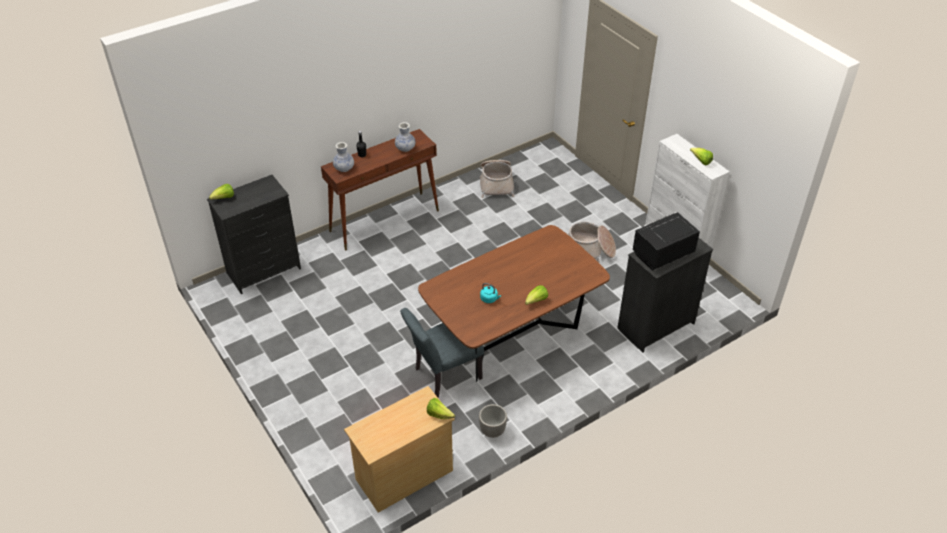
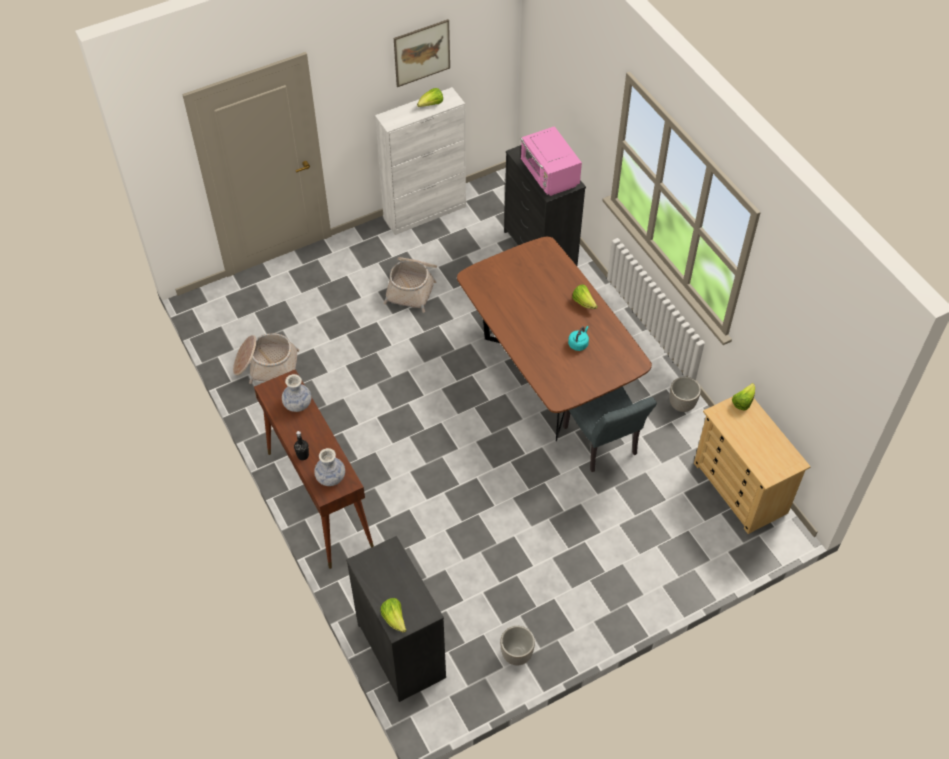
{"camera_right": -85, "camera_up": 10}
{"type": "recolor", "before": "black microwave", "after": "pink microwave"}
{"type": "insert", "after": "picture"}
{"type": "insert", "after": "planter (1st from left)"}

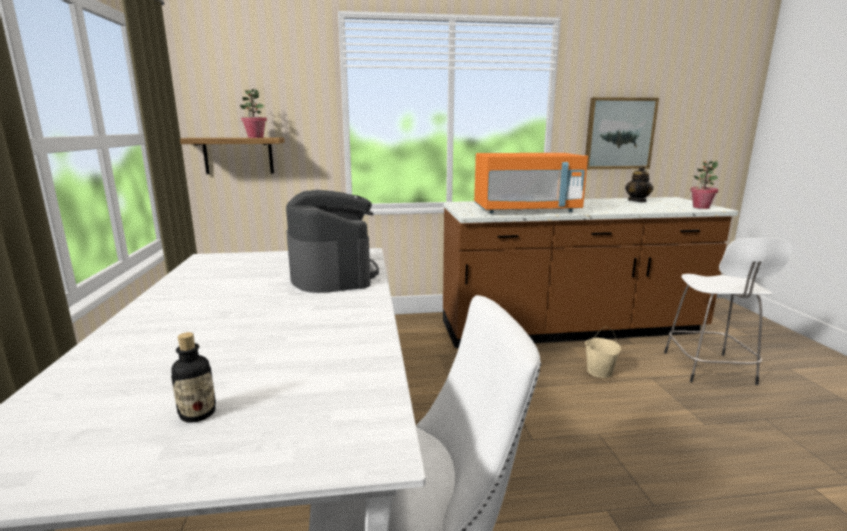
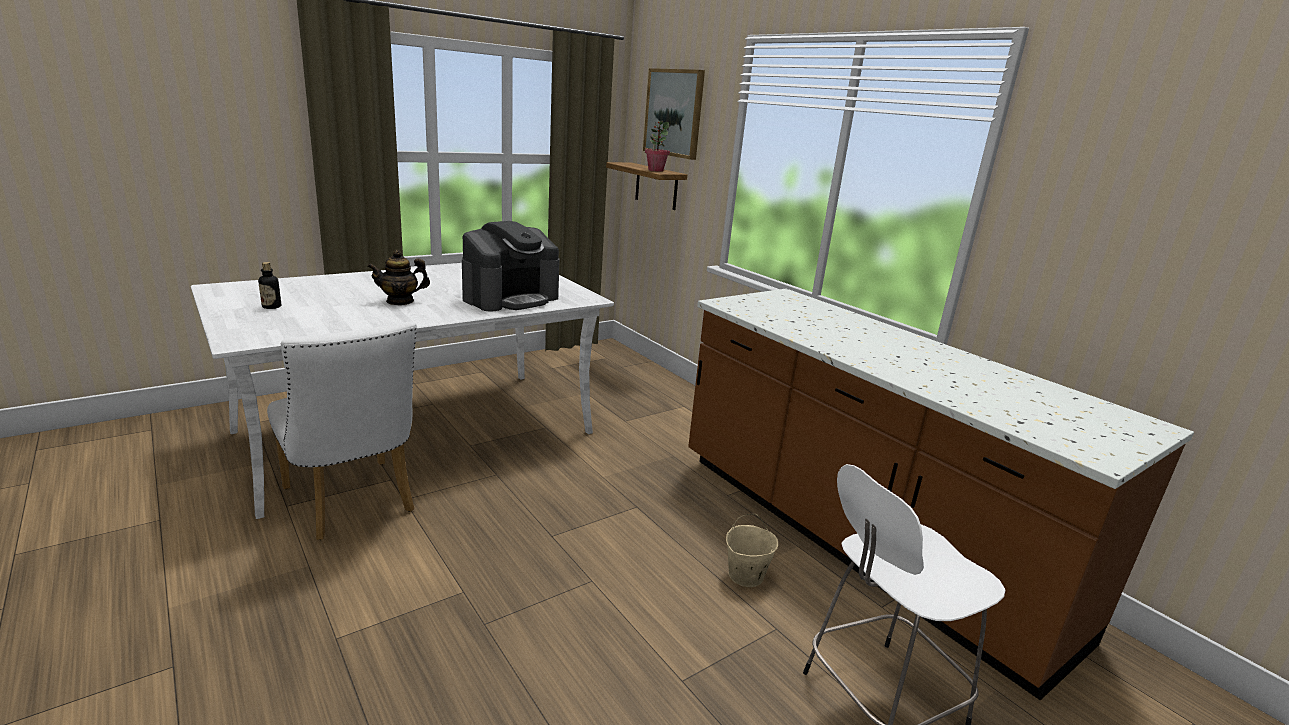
{"camera_right": 60, "camera_up": 5}
{"type": "delete", "before": "orange microwave"}
{"type": "move", "before": "picture"}
{"type": "move", "before": "teapot"}
{"type": "delete", "before": "potted plant (2nd from left)"}

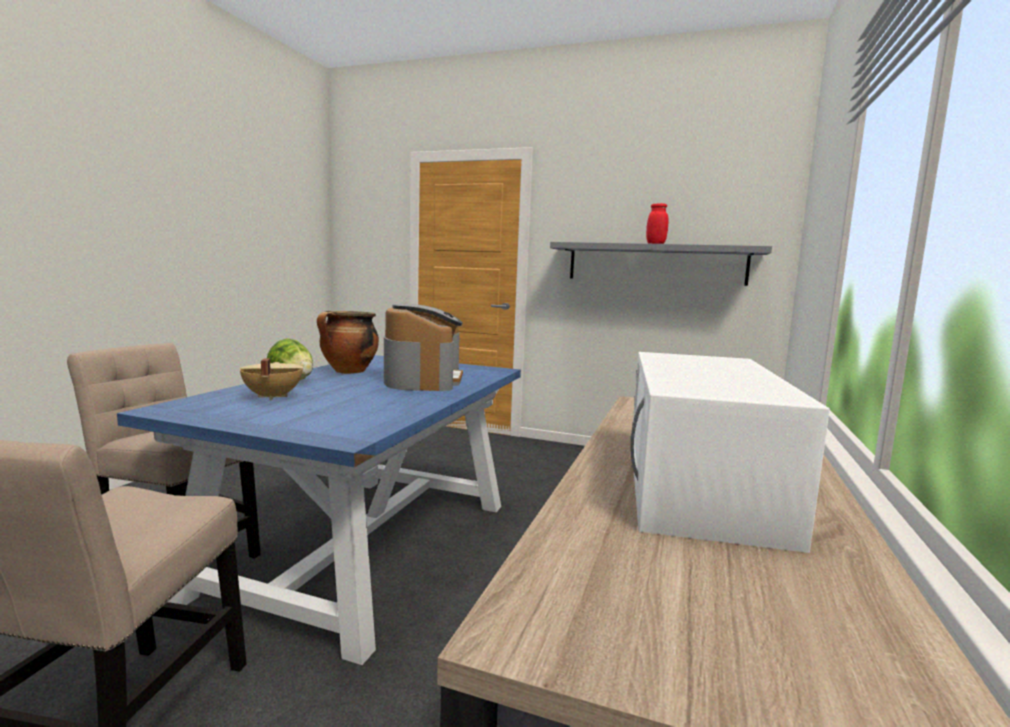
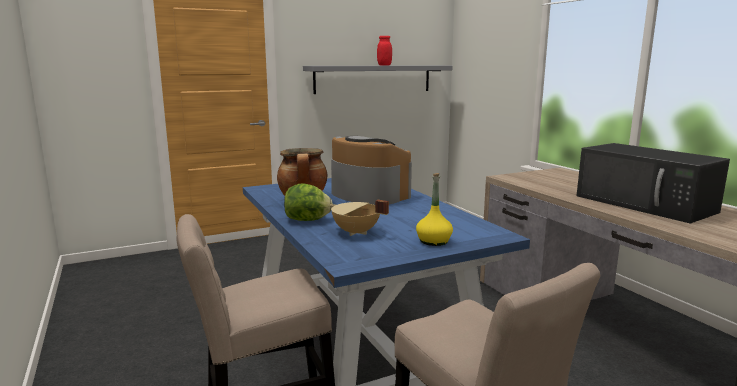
{"camera_right": -45, "camera_up": 5}
{"type": "recolor", "before": "white microwave", "after": "black microwave"}
{"type": "insert", "after": "yellow bottle"}

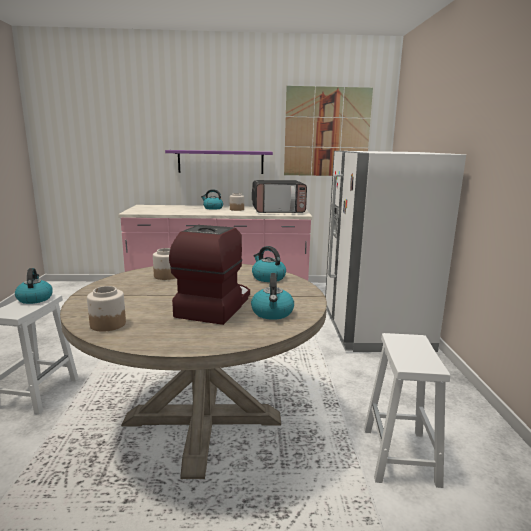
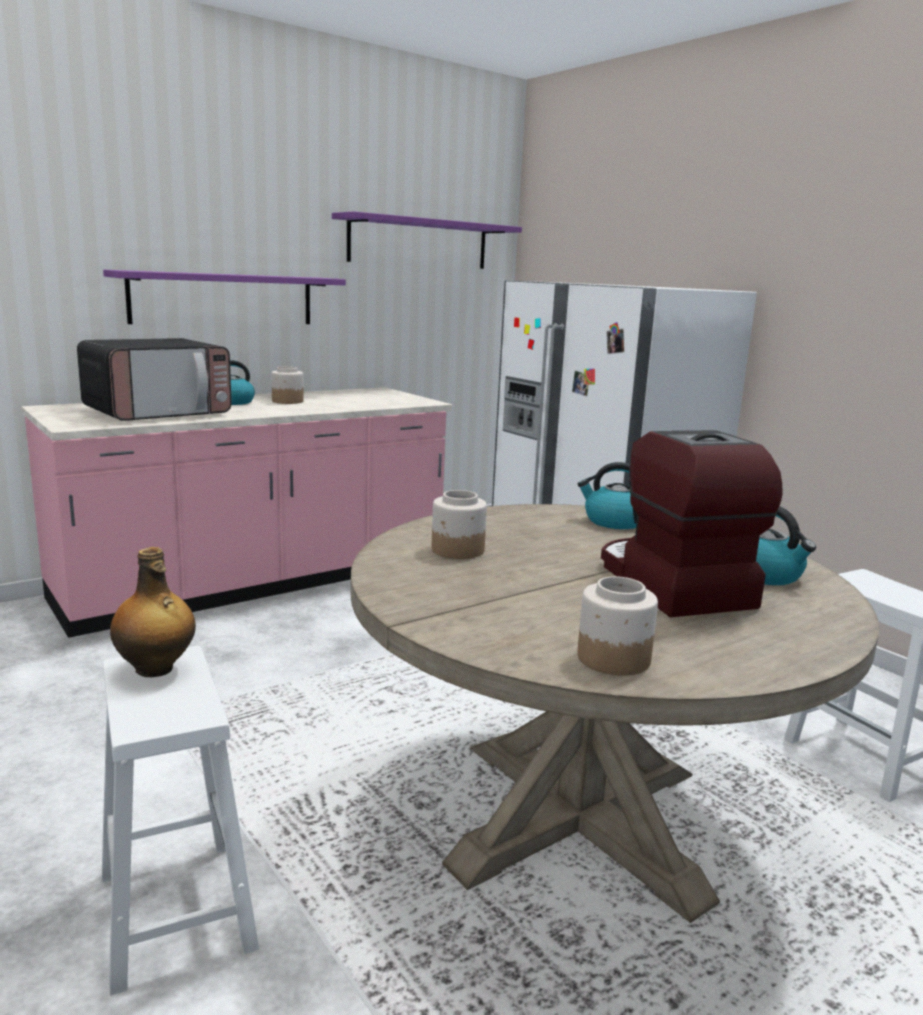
{"camera_right": -35, "camera_up": 0}
{"type": "replace", "before": "kettle (1st from left)", "after": "bottle"}
{"type": "move", "before": "microwave"}
{"type": "replace", "before": "picture", "after": "purple shelf (2nd from left)"}

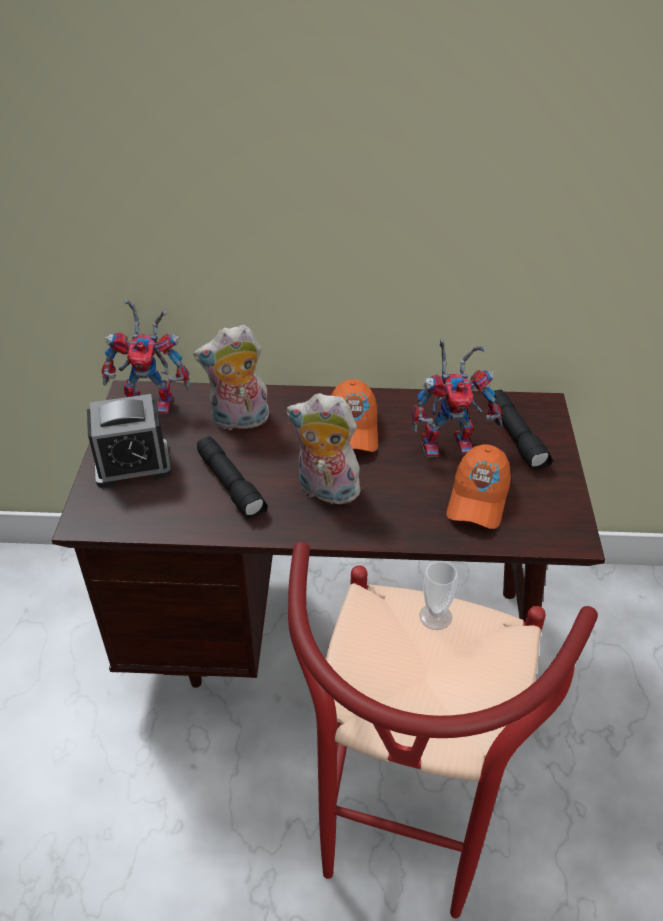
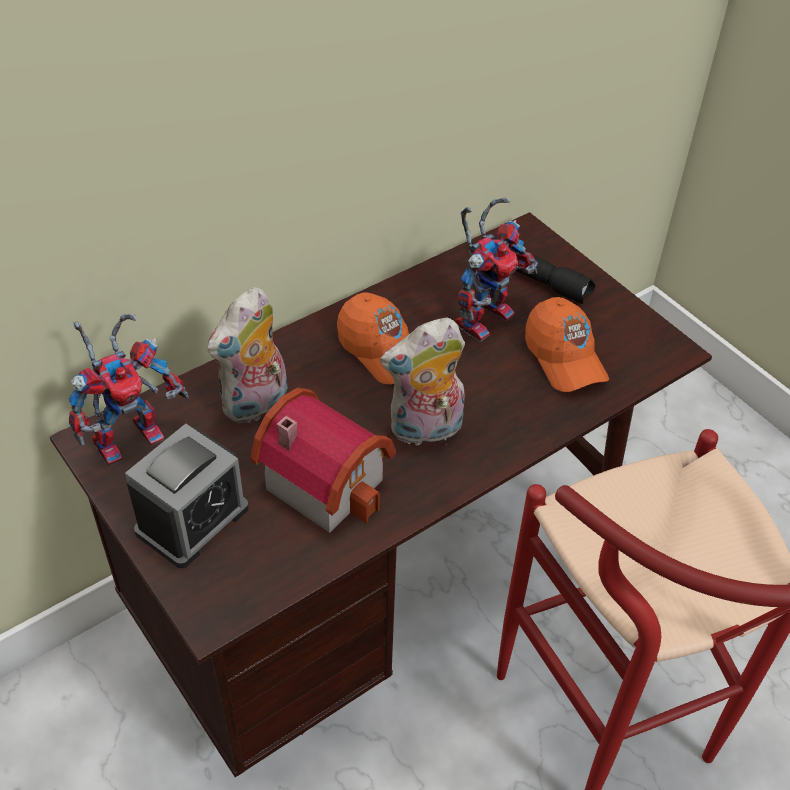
{"camera_right": -40, "camera_up": 5}
{"type": "replace", "before": "black flashlight (1st from left)", "after": "toy house"}
{"type": "delete", "before": "cup"}

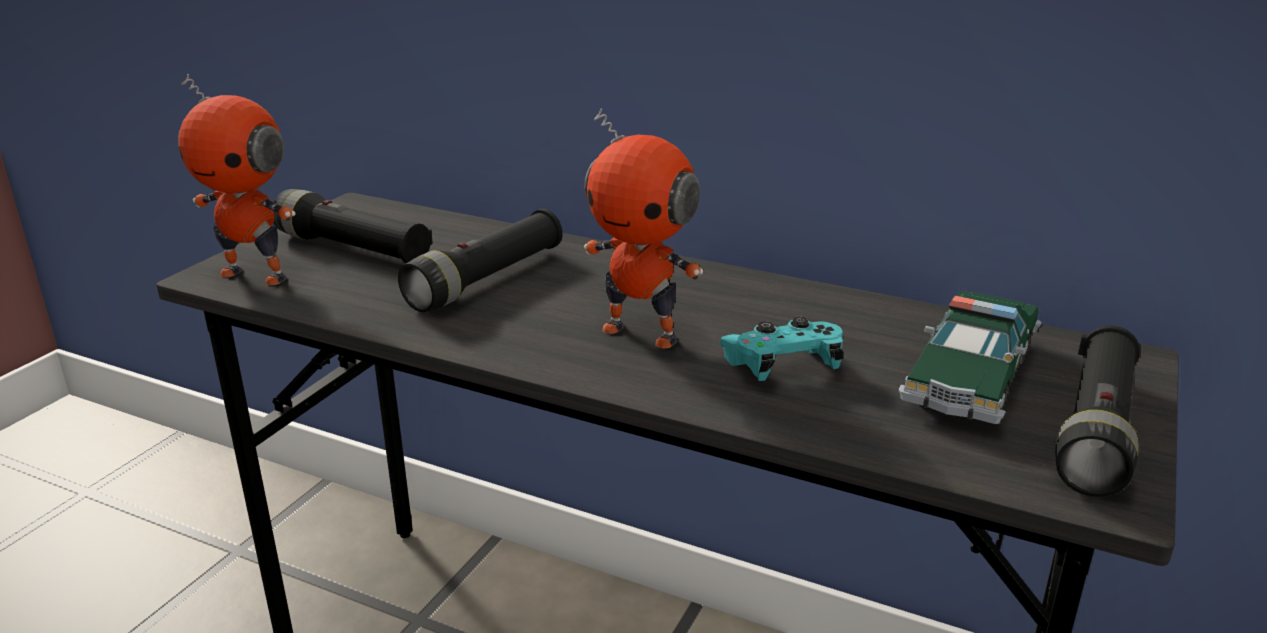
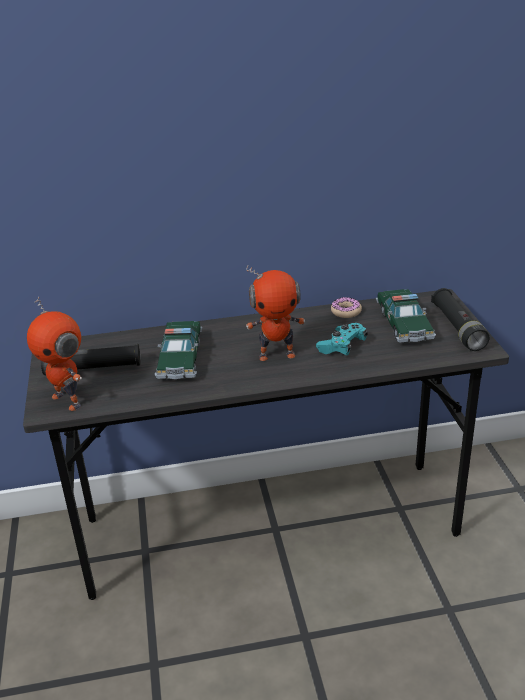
{"camera_right": -35, "camera_up": 5}
{"type": "rotate", "before": "toy robot (1st from left)", "turn": 60}
{"type": "replace", "before": "black flashlight (2nd from left)", "after": "toy car (1st from left)"}
{"type": "insert", "after": "donut"}

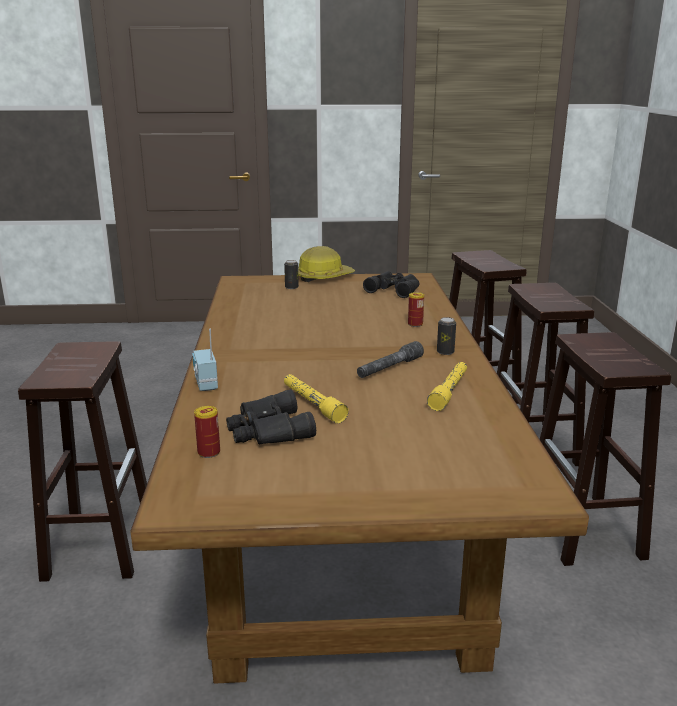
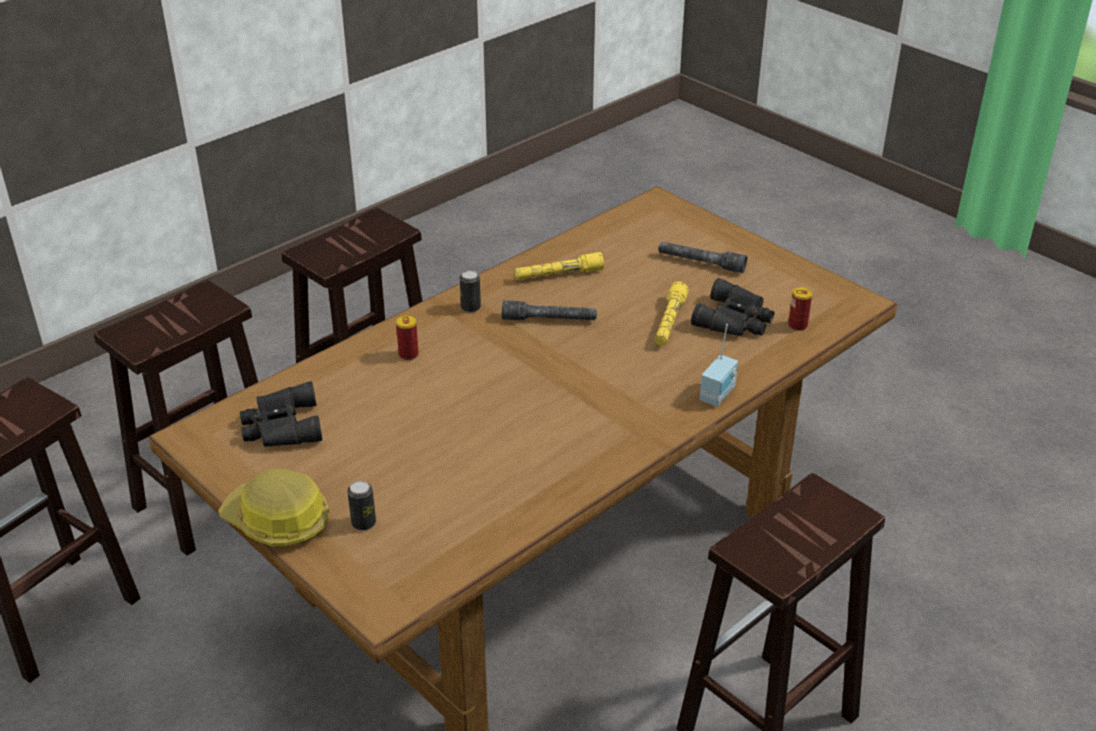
{"camera_right": -130, "camera_up": 15}
{"type": "insert", "after": "grey flashlight (2nd from left)"}

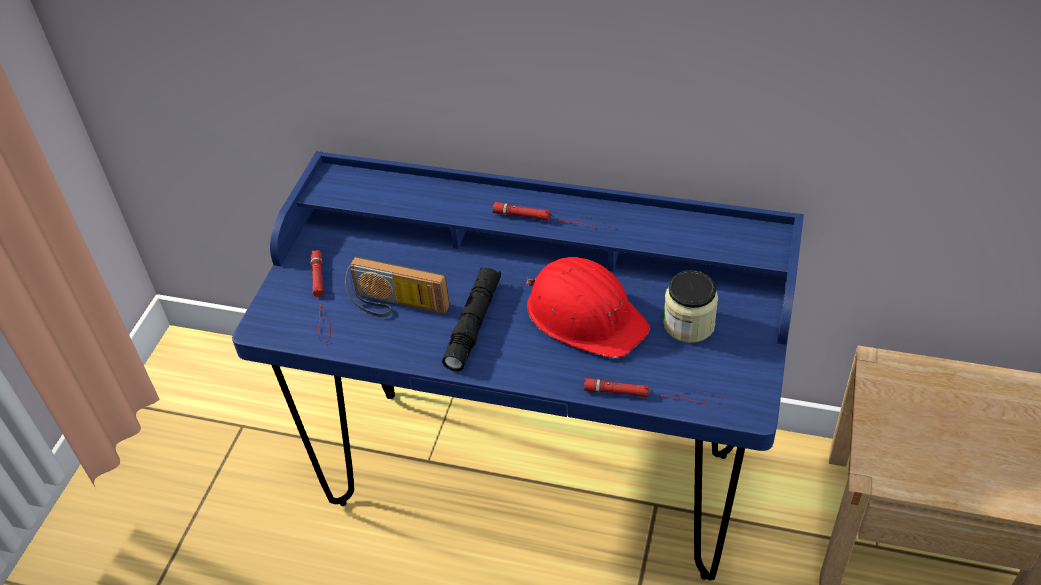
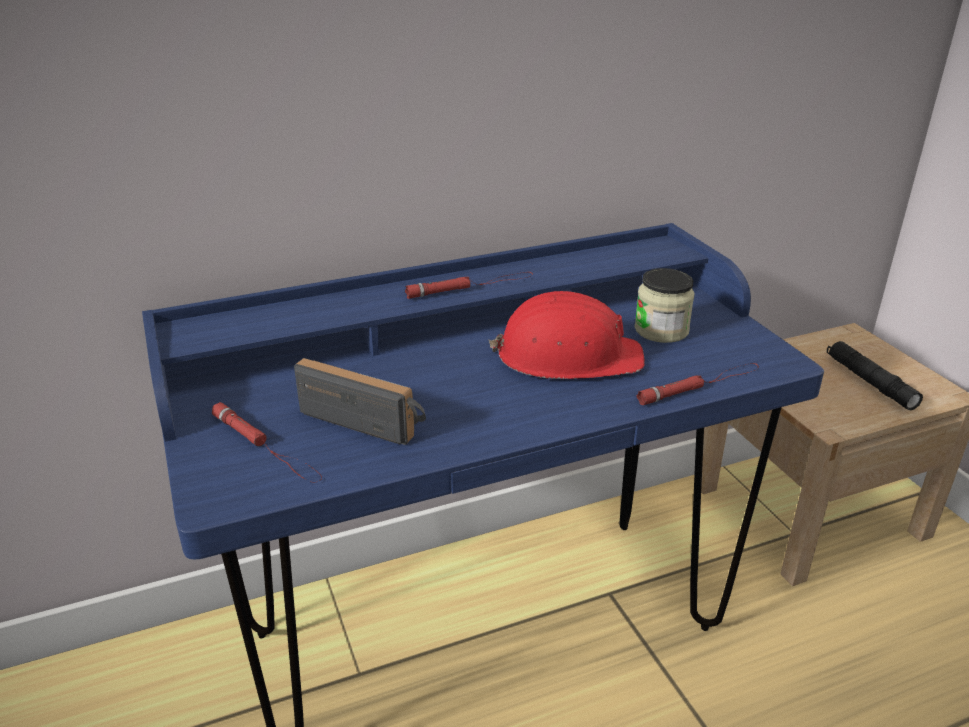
{"camera_right": -40, "camera_up": -15}
{"type": "rotate", "before": "radio", "turn": -135}
{"type": "move", "before": "black flashlight"}

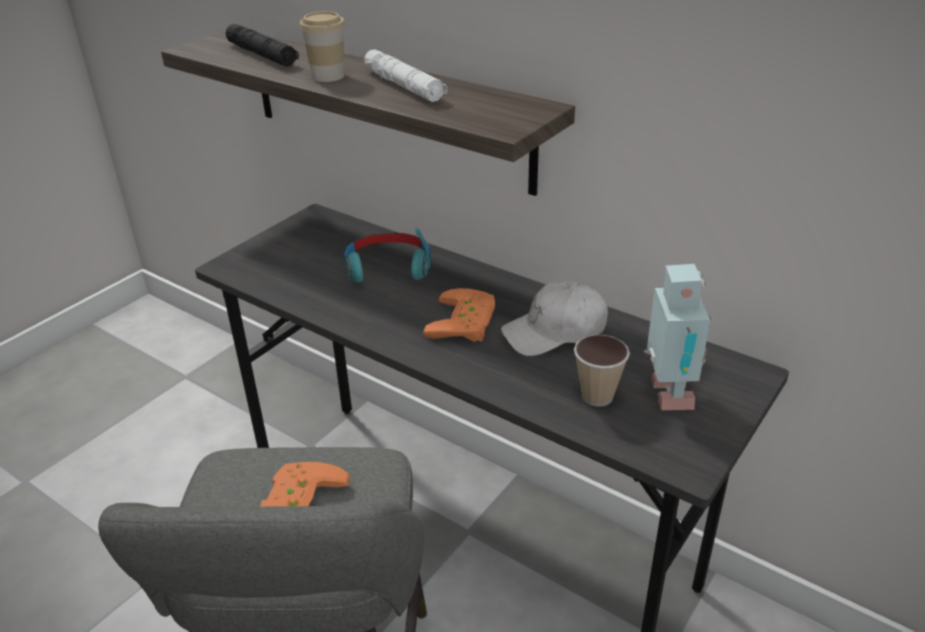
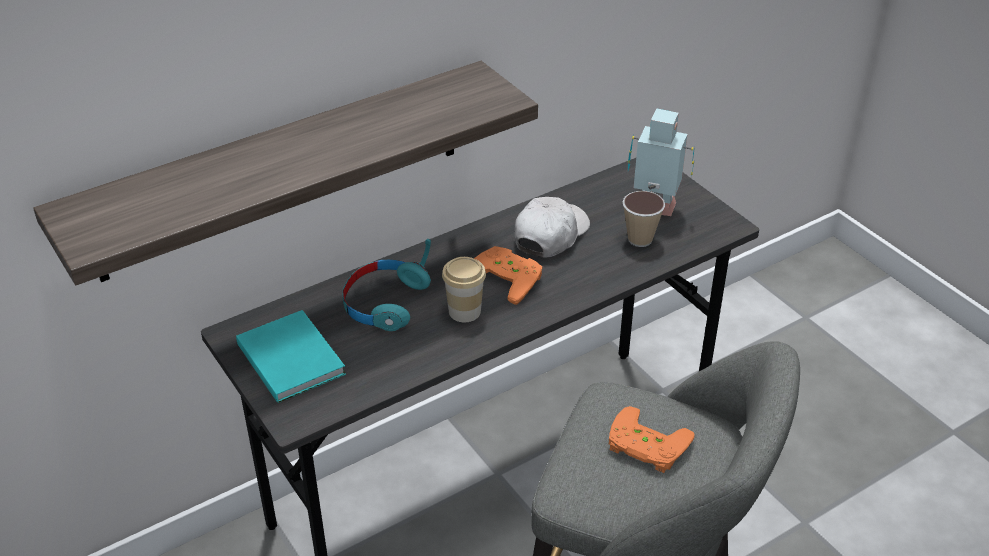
{"camera_right": -70, "camera_up": 5}
{"type": "delete", "before": "black flashlight"}
{"type": "move", "before": "cup (1st from left)"}
{"type": "delete", "before": "white flashlight"}
{"type": "rotate", "before": "white cap", "turn": -150}
{"type": "insert", "after": "turquoise book"}

